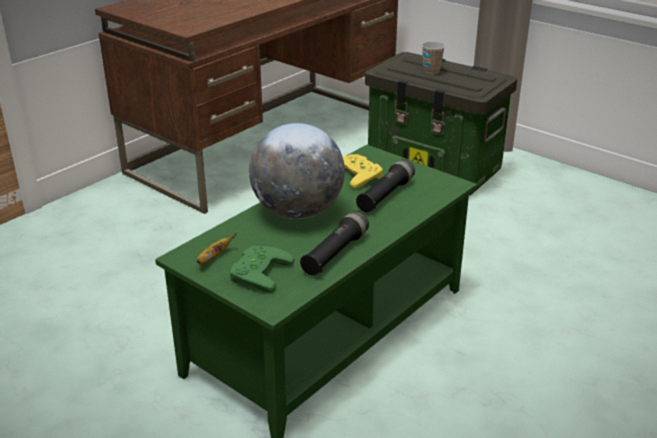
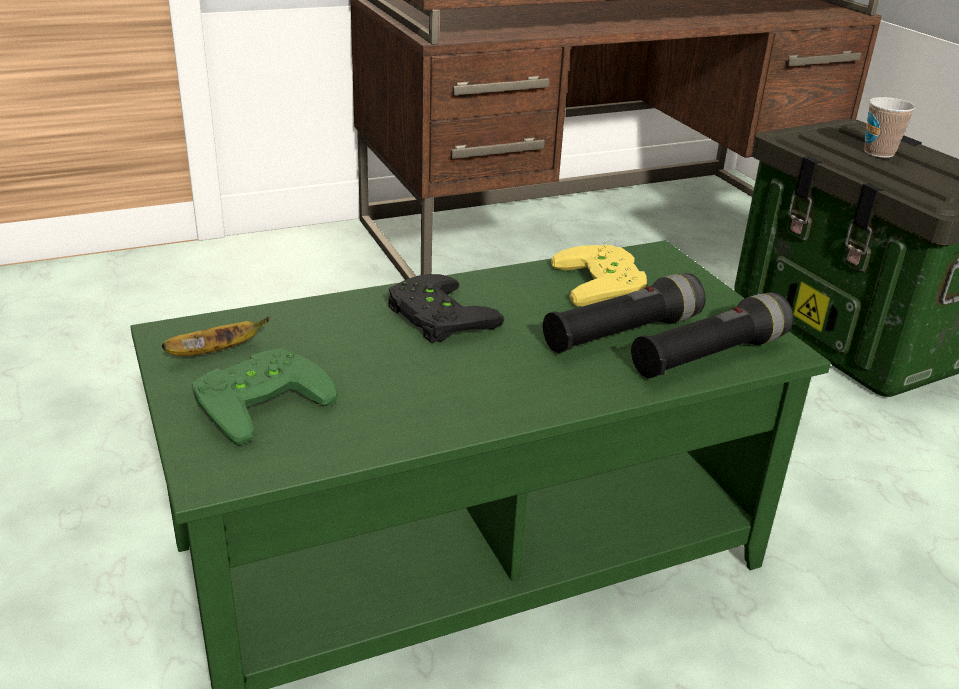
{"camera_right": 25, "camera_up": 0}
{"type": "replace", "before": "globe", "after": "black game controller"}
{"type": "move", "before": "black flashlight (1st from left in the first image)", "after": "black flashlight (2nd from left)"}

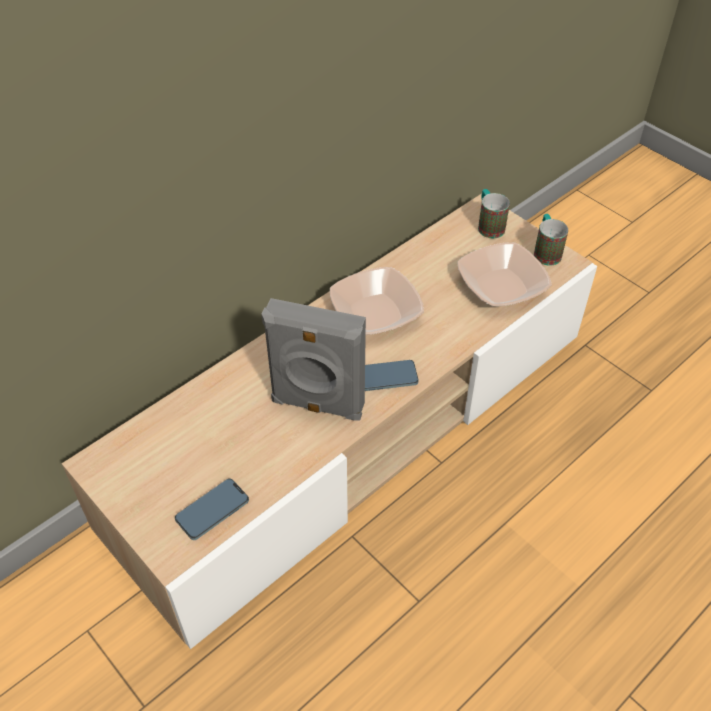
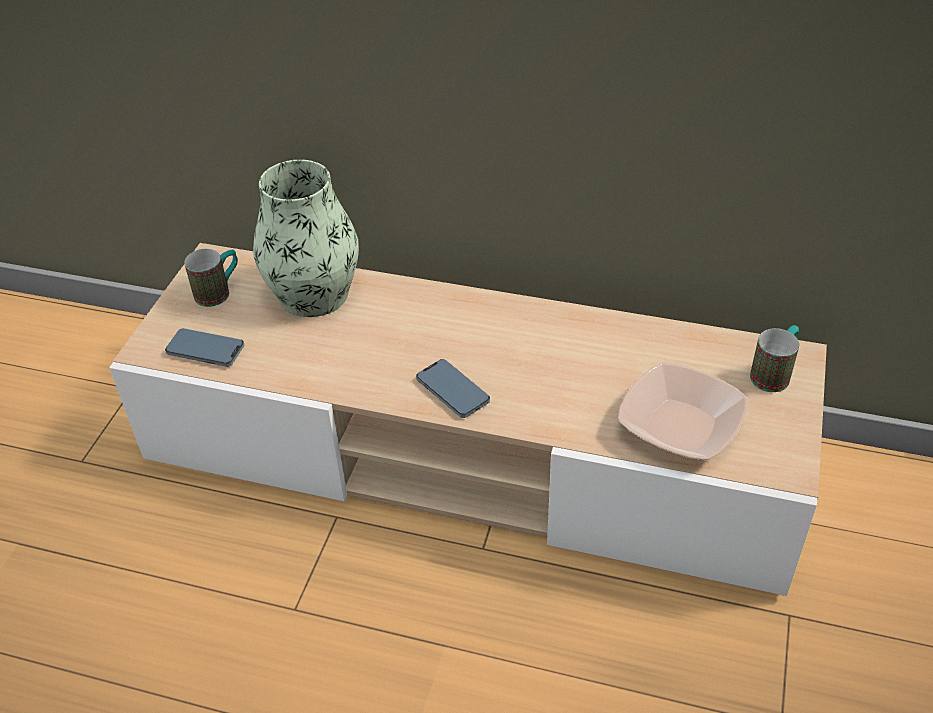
{"camera_right": 60, "camera_up": -5}
{"type": "delete", "before": "grey speaker"}
{"type": "delete", "before": "bowl (1st from left)"}
{"type": "move", "before": "mug (2nd from left in the first image)", "after": "mug (1st from left)"}
{"type": "insert", "after": "vase"}

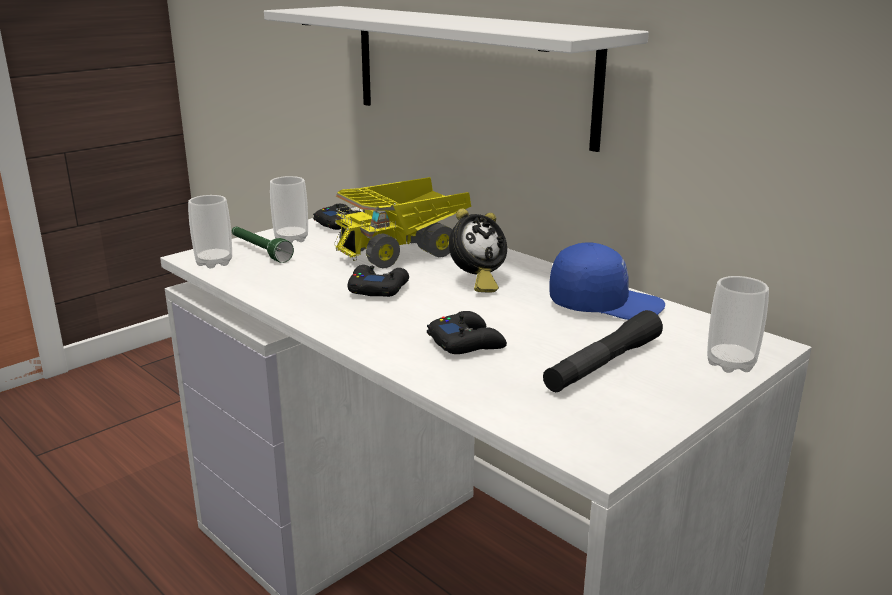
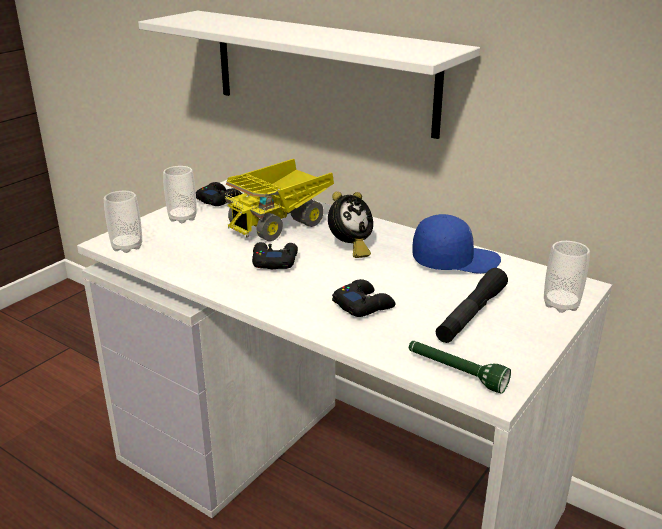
{"camera_right": -10, "camera_up": 5}
{"type": "move", "before": "green flashlight"}

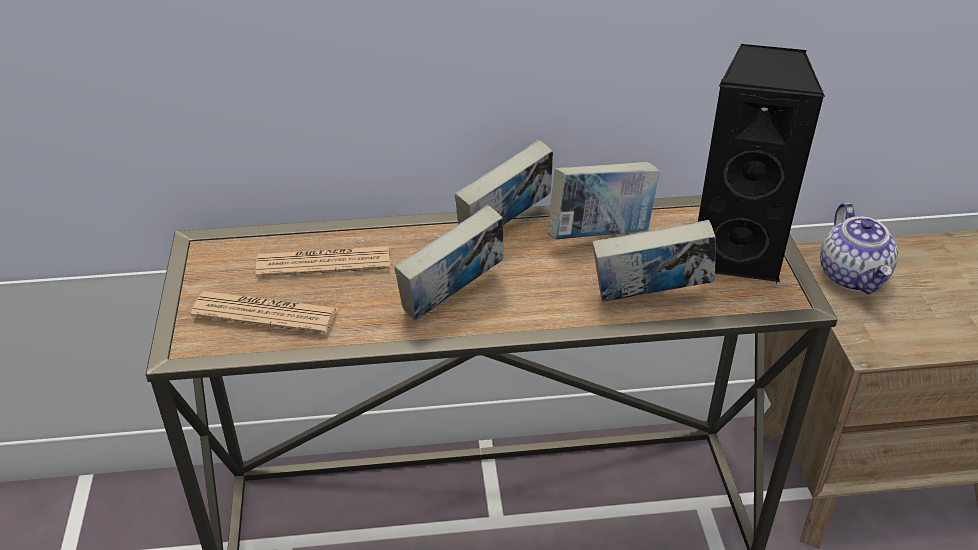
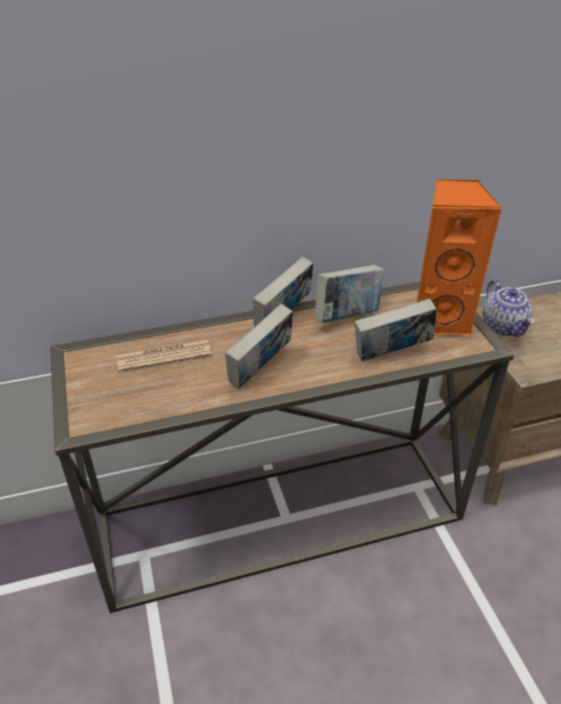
{"camera_right": -10, "camera_up": 0}
{"type": "delete", "before": "newspaper (1st from left)"}
{"type": "recolor", "before": "black speaker", "after": "orange speaker"}

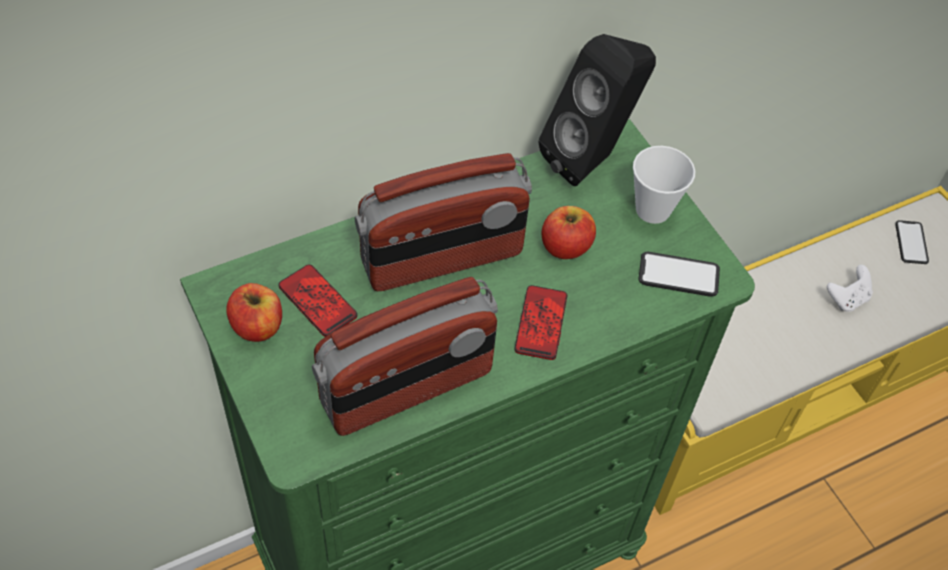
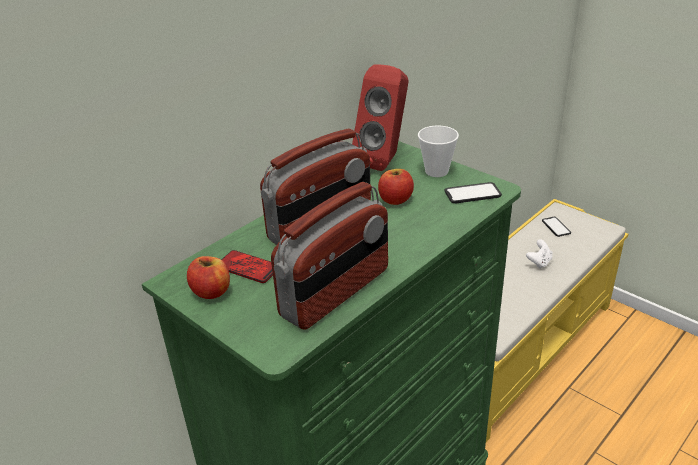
{"camera_right": -15, "camera_up": -20}
{"type": "delete", "before": "phone (2nd from left)"}
{"type": "recolor", "before": "black speaker", "after": "red speaker"}

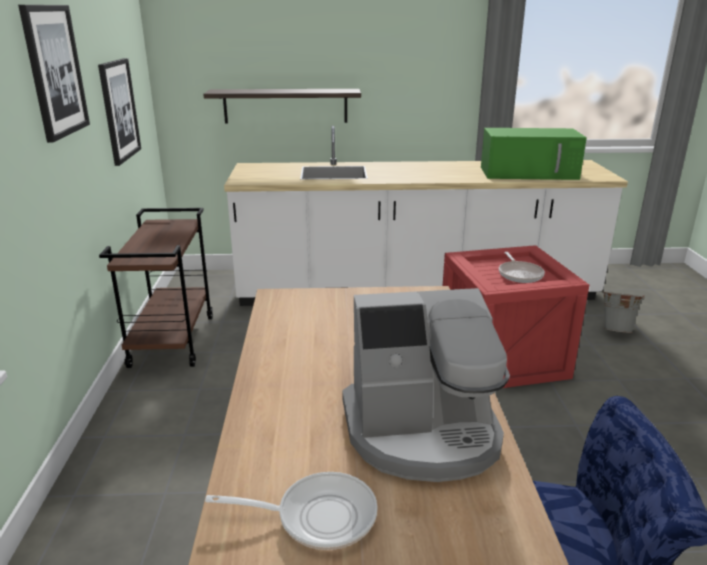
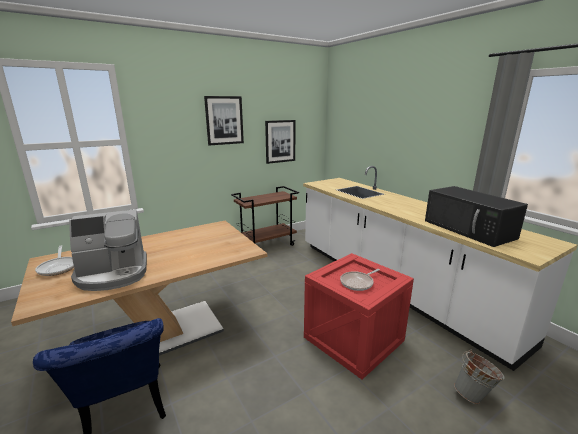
{"camera_right": 60, "camera_up": -5}
{"type": "delete", "before": "shelf"}
{"type": "rotate", "before": "coffee machine", "turn": -75}
{"type": "recolor", "before": "green microwave", "after": "black microwave"}

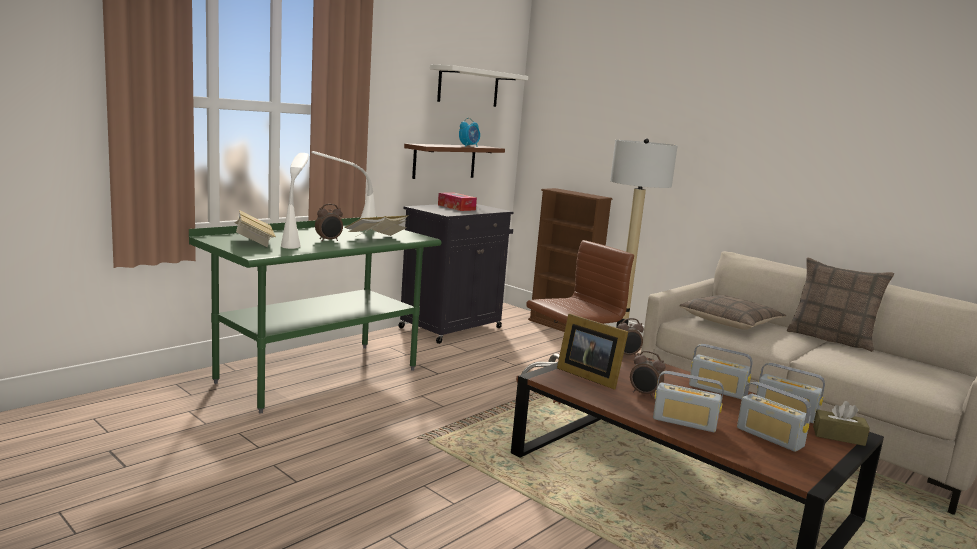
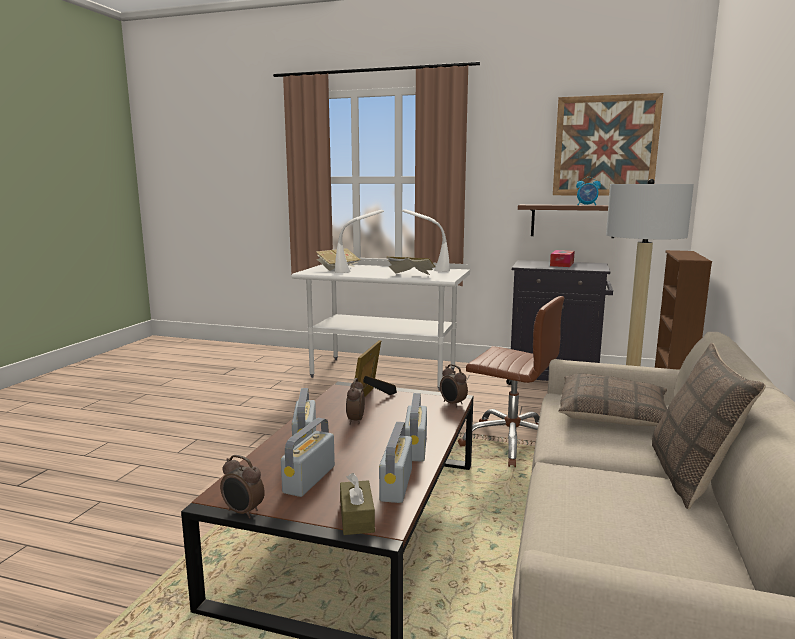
{"camera_right": 65, "camera_up": 0}
{"type": "recolor", "before": "green desk", "after": "white desk"}
{"type": "move", "before": "alarm clock (1st from left)"}
{"type": "replace", "before": "white shelf", "after": "picture"}

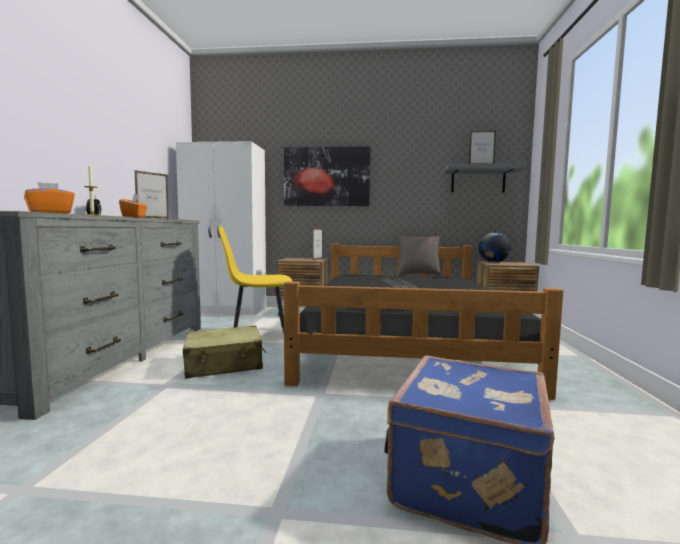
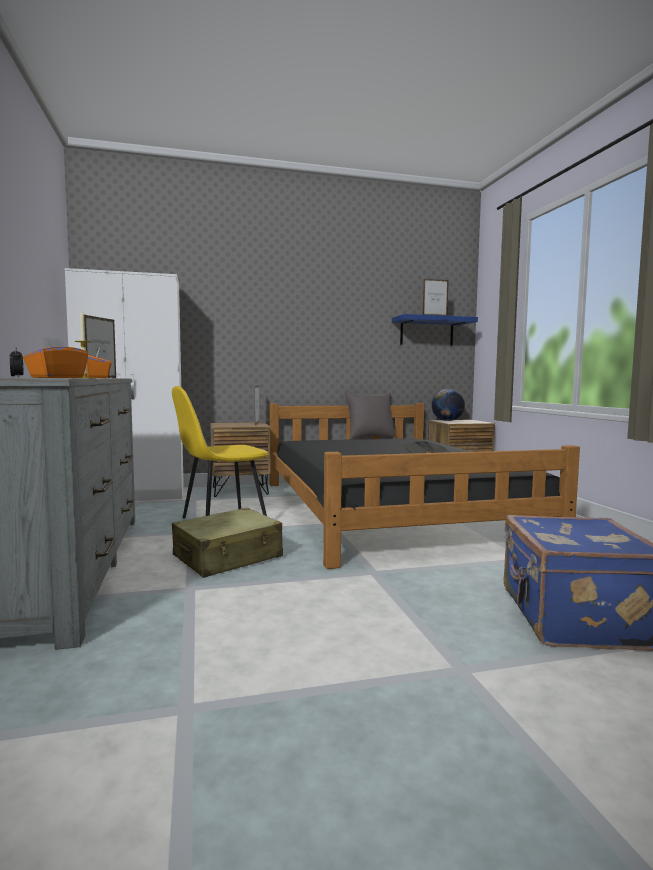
{"camera_right": -20, "camera_up": 0}
{"type": "delete", "before": "picture"}
{"type": "recolor", "before": "grey shelf", "after": "blue shelf"}

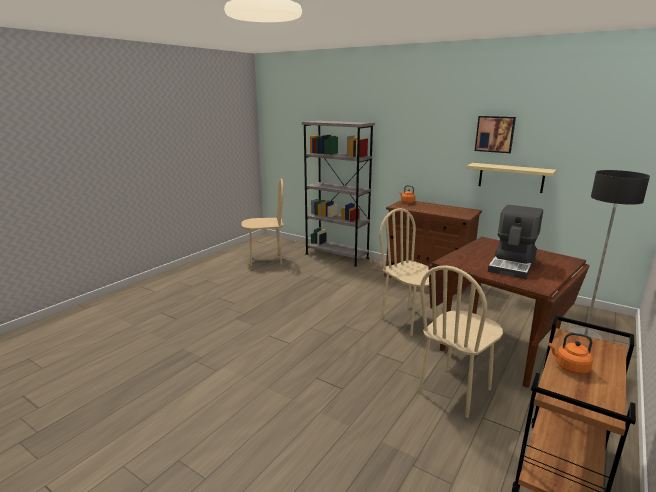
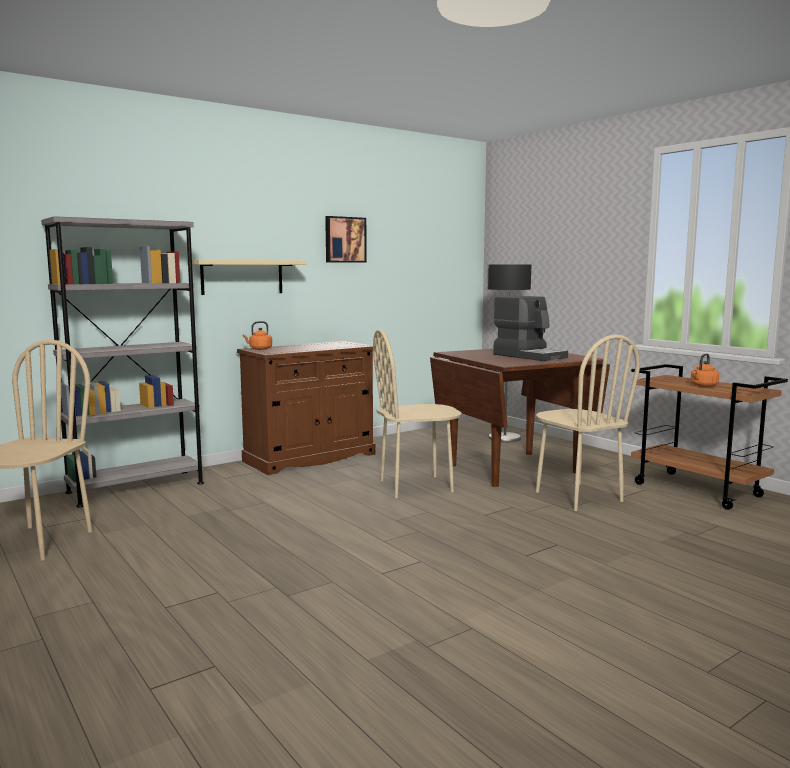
{"camera_right": -70, "camera_up": -10}
{"type": "move", "before": "beige shelf"}

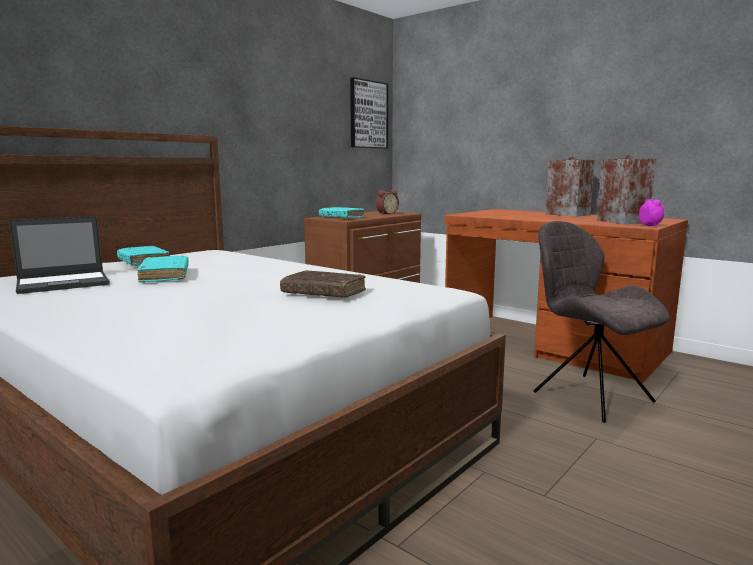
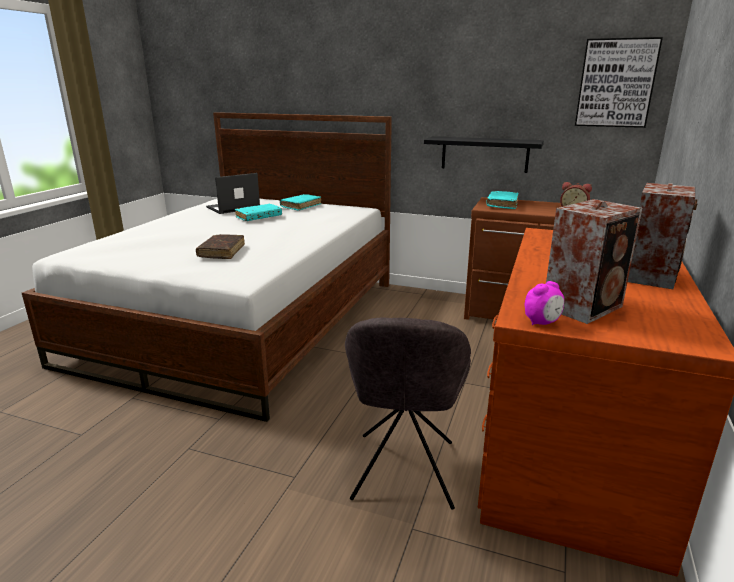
{"camera_right": 70, "camera_up": 10}
{"type": "rotate", "before": "laptop", "turn": 105}
{"type": "rotate", "before": "grey chair", "turn": 150}
{"type": "insert", "after": "black shelf"}

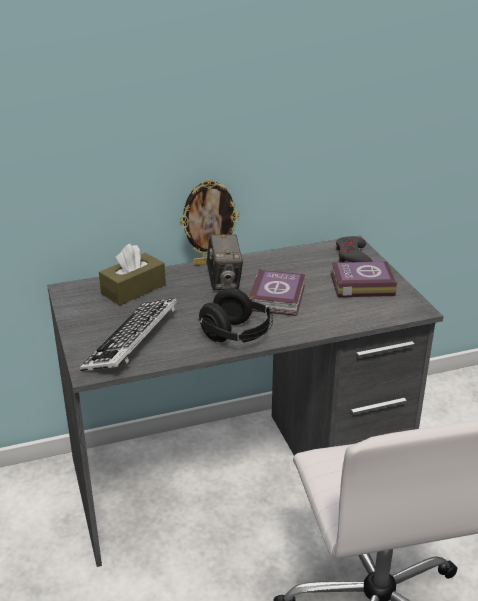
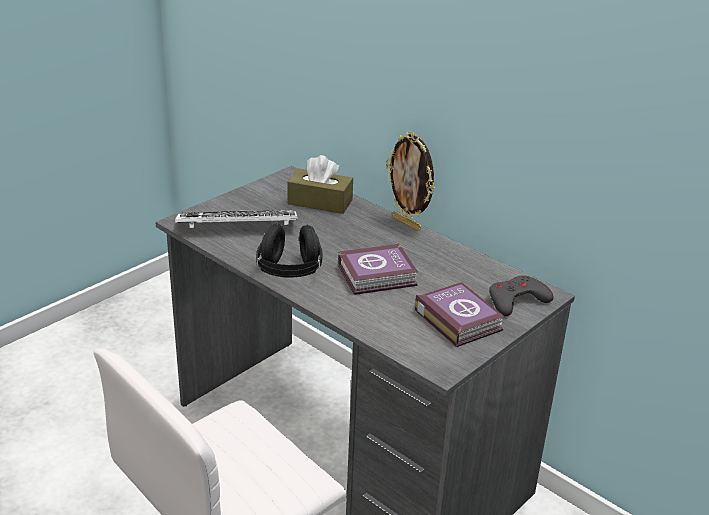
{"camera_right": 60, "camera_up": 0}
{"type": "delete", "before": "photo camera"}

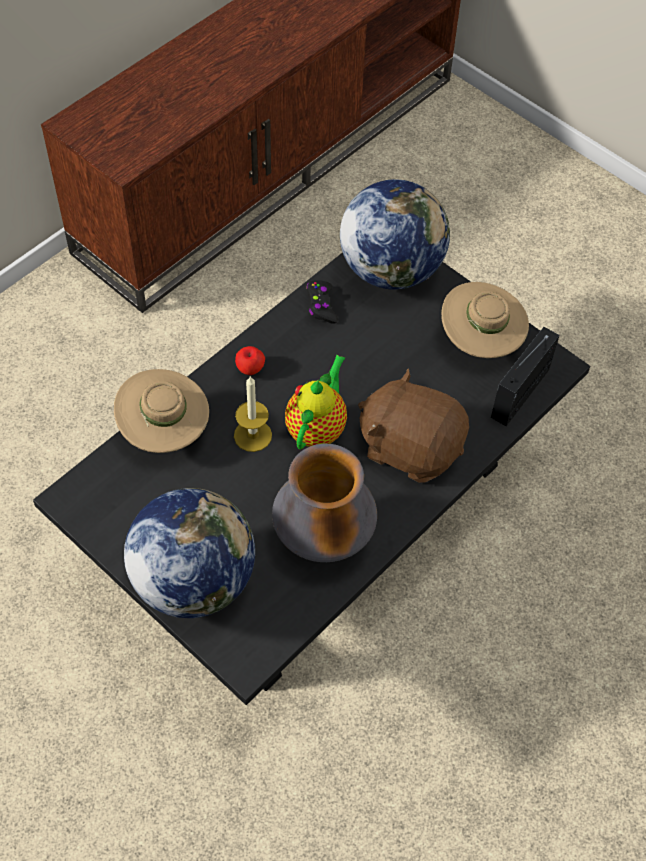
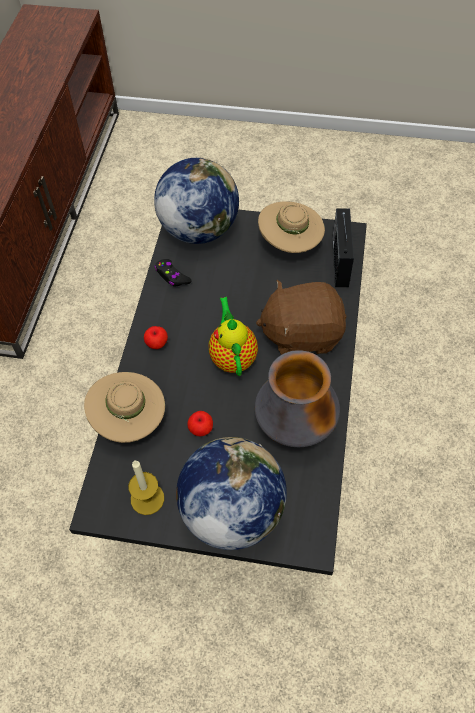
{"camera_right": -30, "camera_up": 0}
{"type": "move", "before": "candle"}
{"type": "insert", "after": "apple (2nd from left)"}

